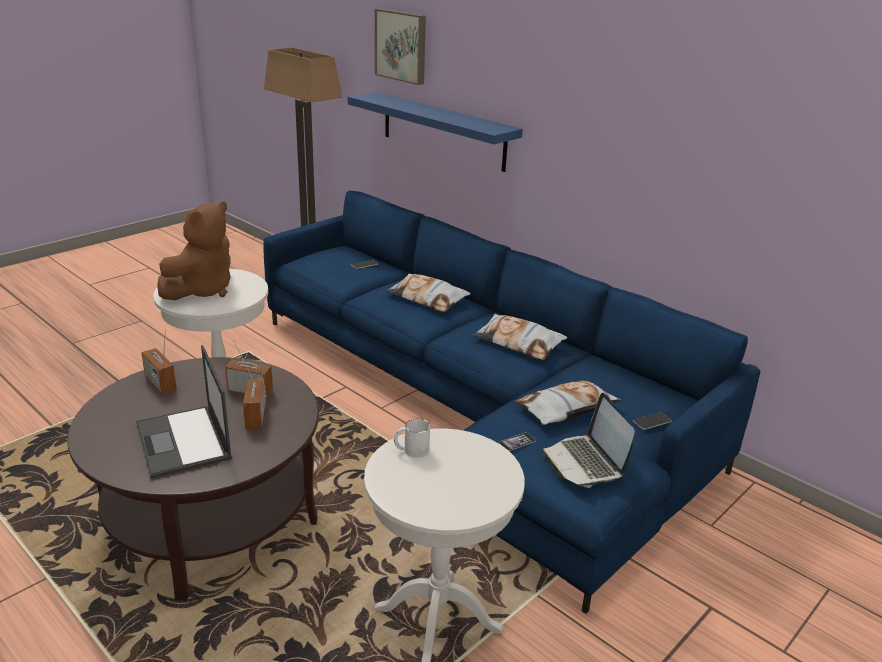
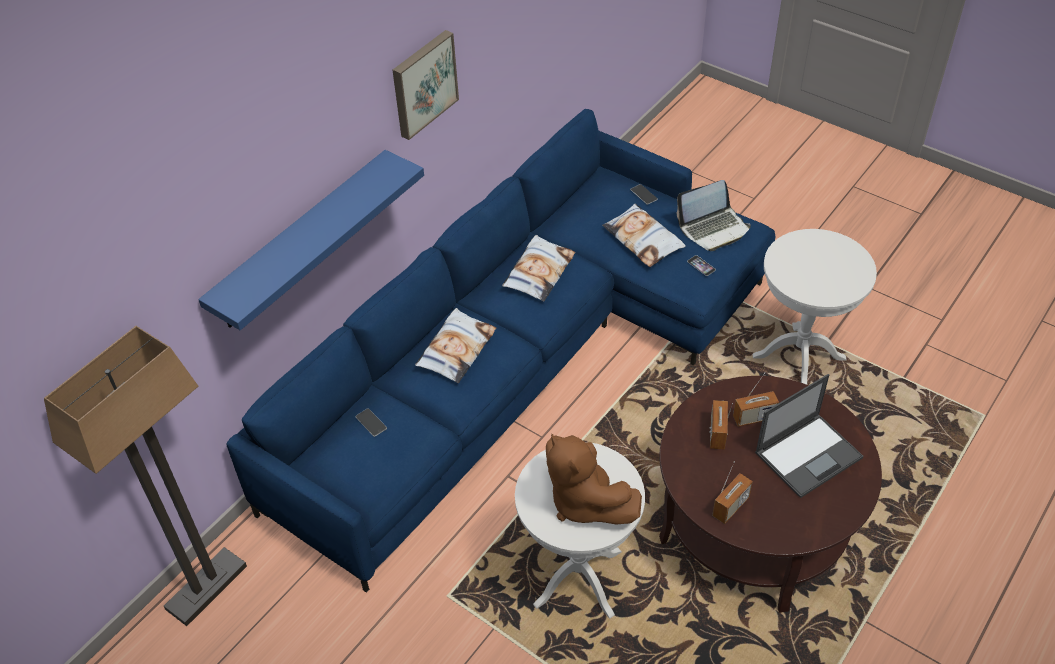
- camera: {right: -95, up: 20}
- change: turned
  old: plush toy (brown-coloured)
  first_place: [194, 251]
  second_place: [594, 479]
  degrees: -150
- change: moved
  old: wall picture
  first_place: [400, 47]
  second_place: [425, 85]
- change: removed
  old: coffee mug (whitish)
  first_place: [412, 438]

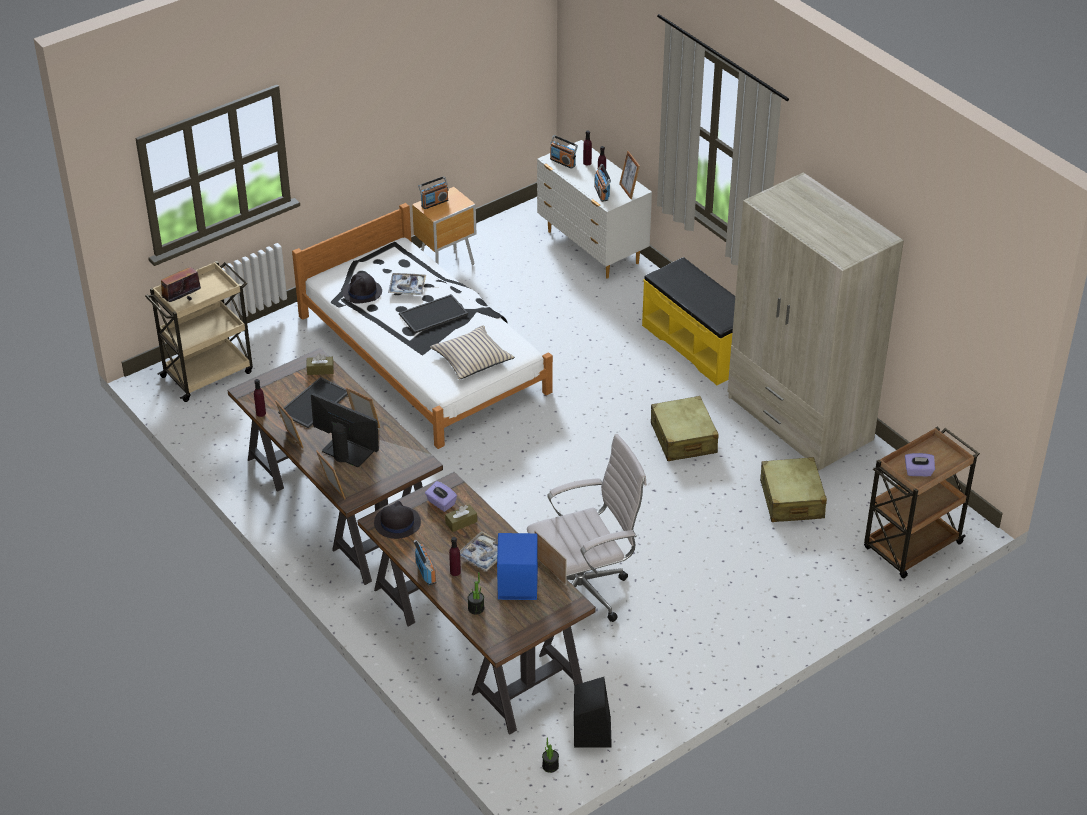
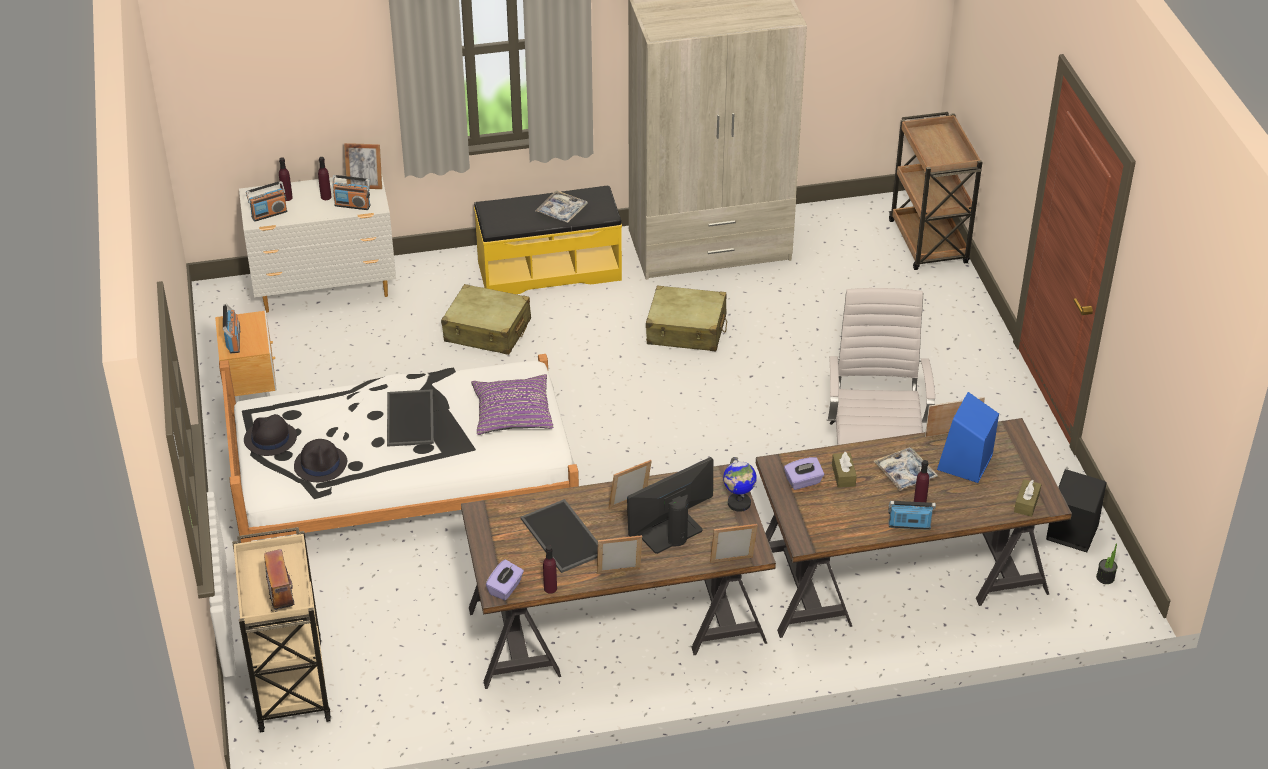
- camera: {right: -65, up: 0}
- change: moved
  old: tissue holder (brown-coloured)
  first_place: [320, 364]
  second_place: [1027, 498]
- change: moved
  old: clothing hat (blackish)
  first_place: [397, 520]
  second_place: [270, 435]
- change: moved
  old: carrying tray
  first_place: [407, 284]
  second_place: [562, 206]
- change: recoloured
  old: throw pillow (beige-coloured)
  new: throw pillow (purple-coloured)
  first_place: [472, 352]
  second_place: [512, 404]
- change: removed
  old: houseplant
  first_place: [476, 593]
- change: moved
  old: suitcase (beige-coloured)
  first_place: [793, 489]
  second_place: [486, 319]
- change: moved
  old: tissue holder (purple-coloured)
  first_place: [920, 464]
  second_place: [505, 579]
- change: added
  new: desk globe
  second_place: [740, 484]

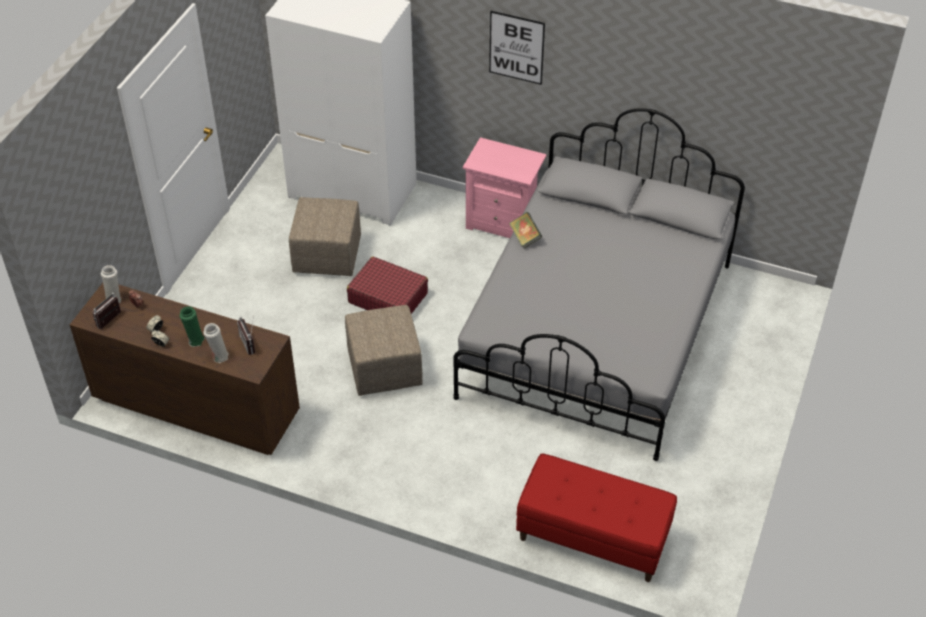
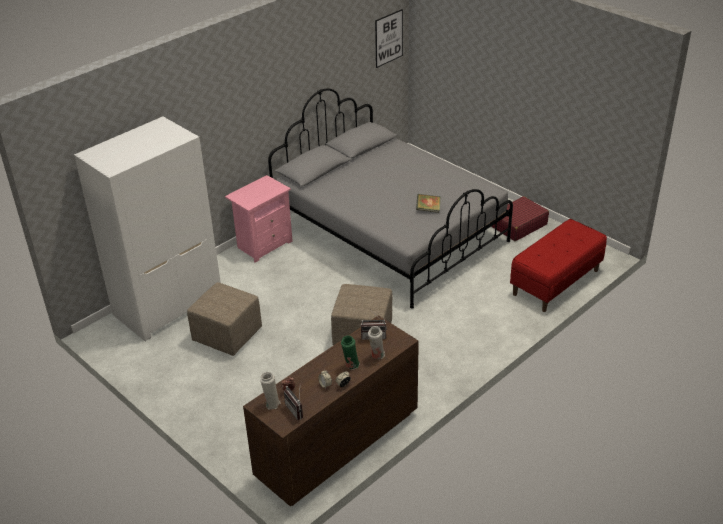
- camera: {right: -65, up: -10}
- change: moved
  old: suitcase (red)
  first_place: [387, 285]
  second_place: [520, 218]
- change: moved
  old: wall picture
  first_place: [517, 48]
  second_place: [389, 38]
- change: moved
  old: bound book
  first_place: [525, 230]
  second_place: [428, 203]

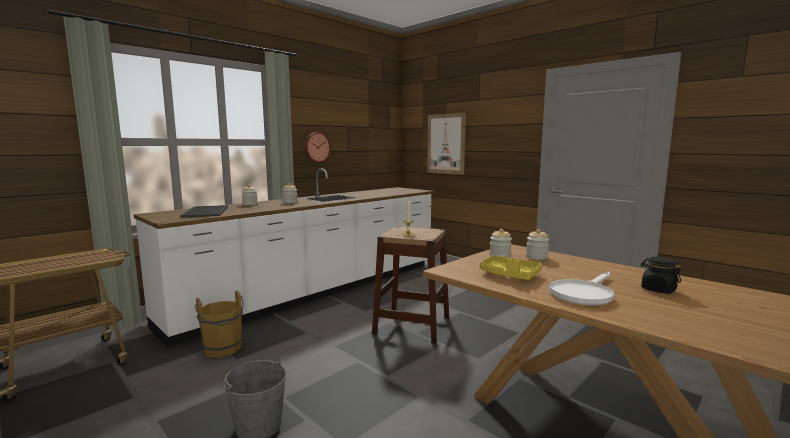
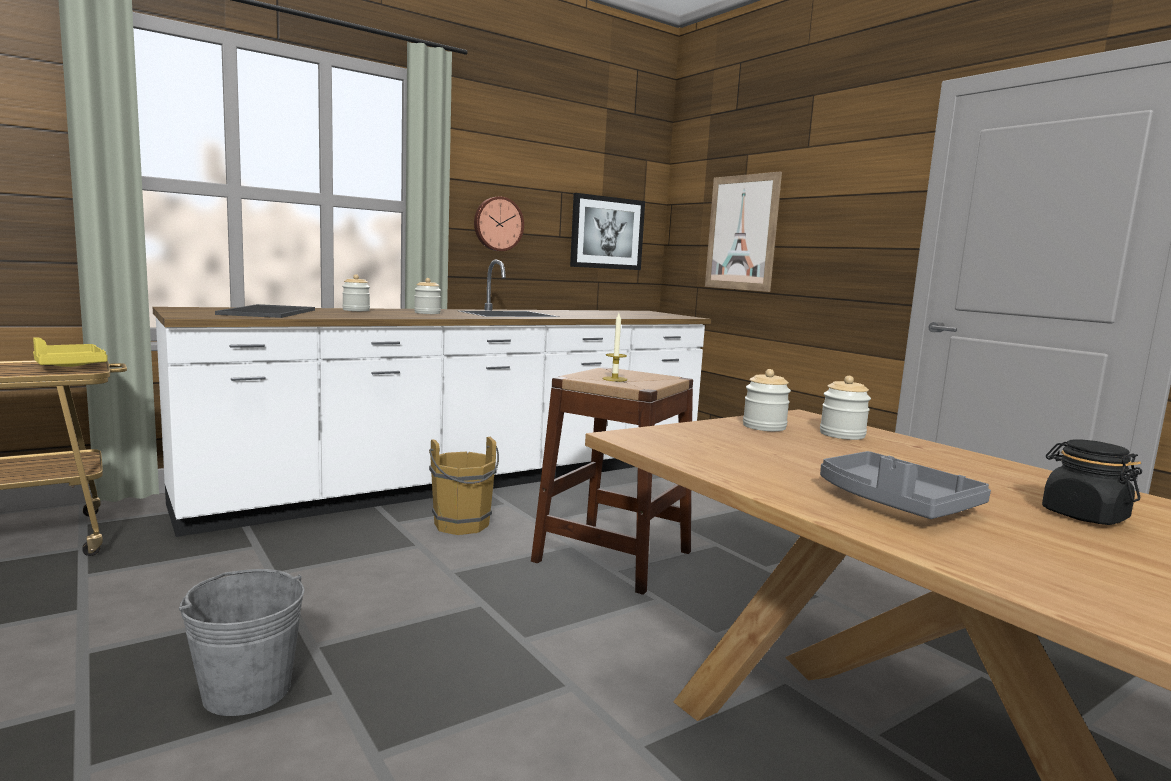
- camera: {right: 10, up: 0}
- change: moved
  old: water bucket (brown-coloured)
  first_place: [219, 324]
  second_place: [464, 486]
- change: moved
  old: carrying tray (yellow)
  first_place: [511, 267]
  second_place: [70, 352]
- change: replaced
  old: skillet (whitish)
  new: carrying tray (greyish)
  first_place: [581, 288]
  second_place: [905, 485]
- change: added
  new: wall picture
  second_place: [607, 231]

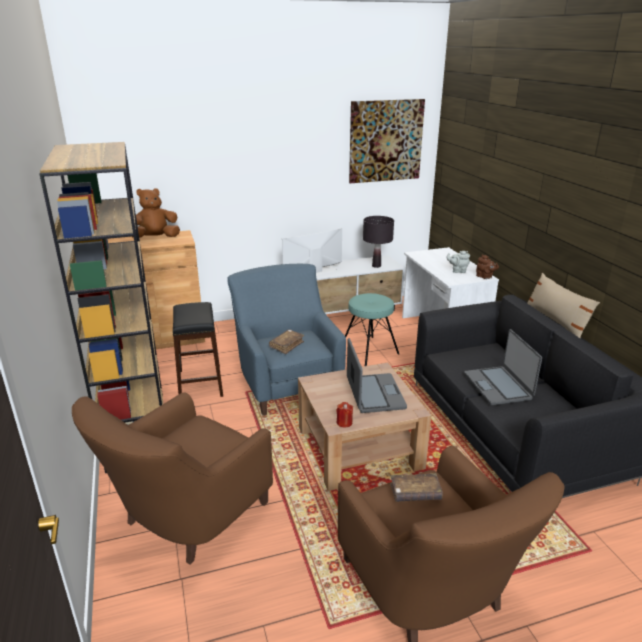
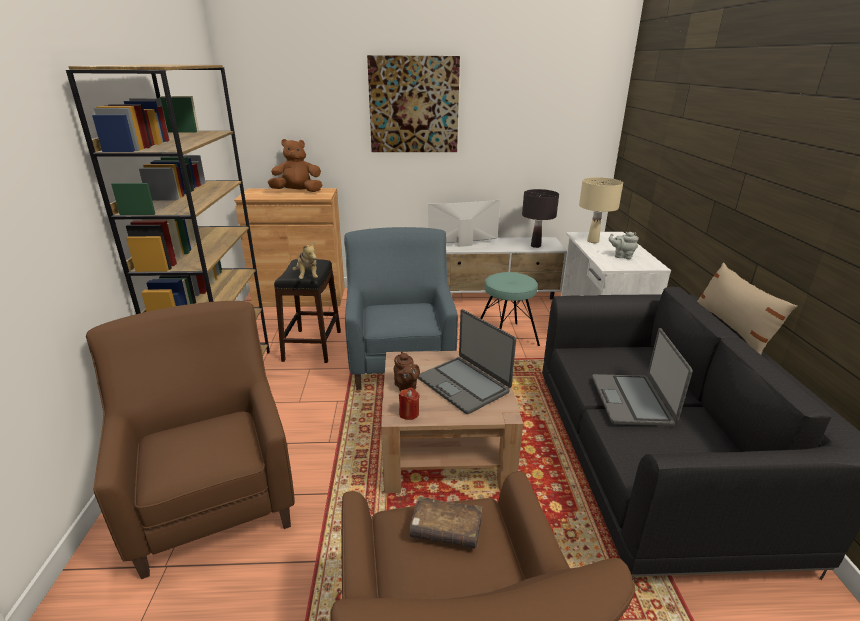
- camera: {right: 15, up: 0}
- change: turned
  old: easy chair (brown-coloured)
  first_place: [172, 478]
  second_place: [190, 440]
  degrees: 105
- change: removed
  old: bound book (brown-coloured)
  first_place: [286, 341]
- change: turned
  old: notebook computer
  first_place: [377, 375]
  second_place: [467, 361]
  degrees: 135
- change: moved
  old: wall picture
  first_place: [387, 141]
  second_place: [413, 103]
- change: moved
  old: teapot (brown-coloured)
  first_place: [487, 266]
  second_place: [407, 371]
- change: added
  new: plush toy
  second_place: [305, 260]
- change: added
  new: lamp for a table (beige-coloured)
  second_place: [601, 210]

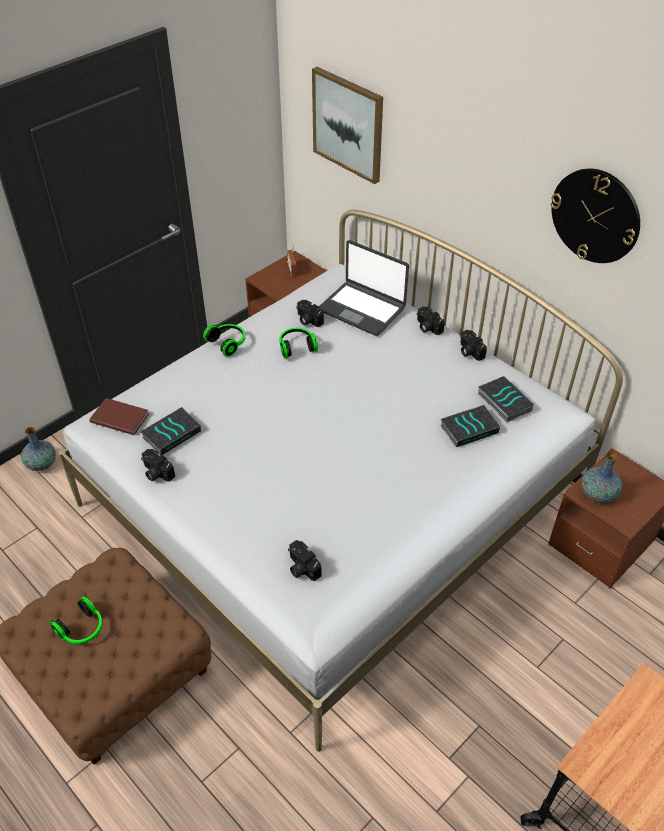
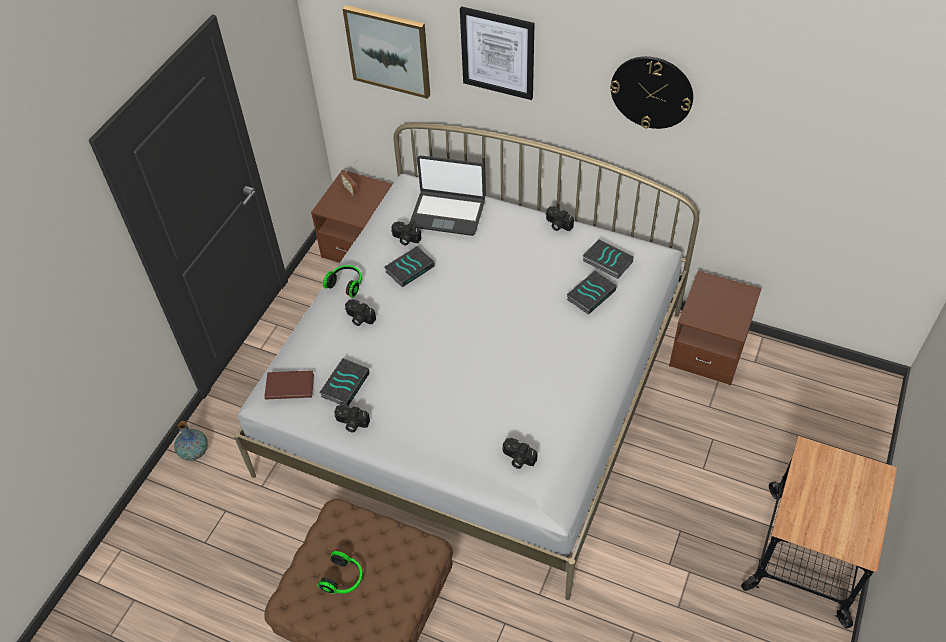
- camera: {right: -20, up: 5}
- change: replaced
  old: headset
  new: bound book
  first_place: [298, 343]
  second_place: [410, 266]
- change: moved
  old: photo camera
  first_place: [431, 320]
  second_place: [360, 312]
- change: removed
  old: flower vase
  first_place: [602, 477]
- change: added
  new: wall picture
  second_place: [497, 53]

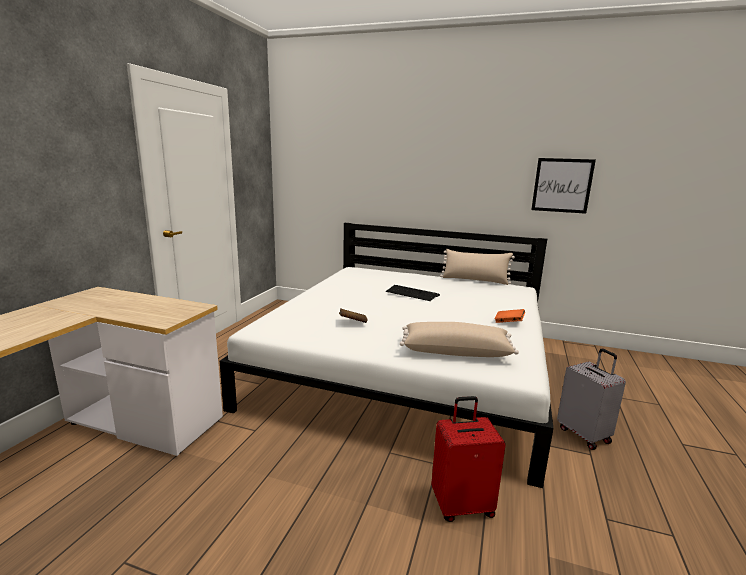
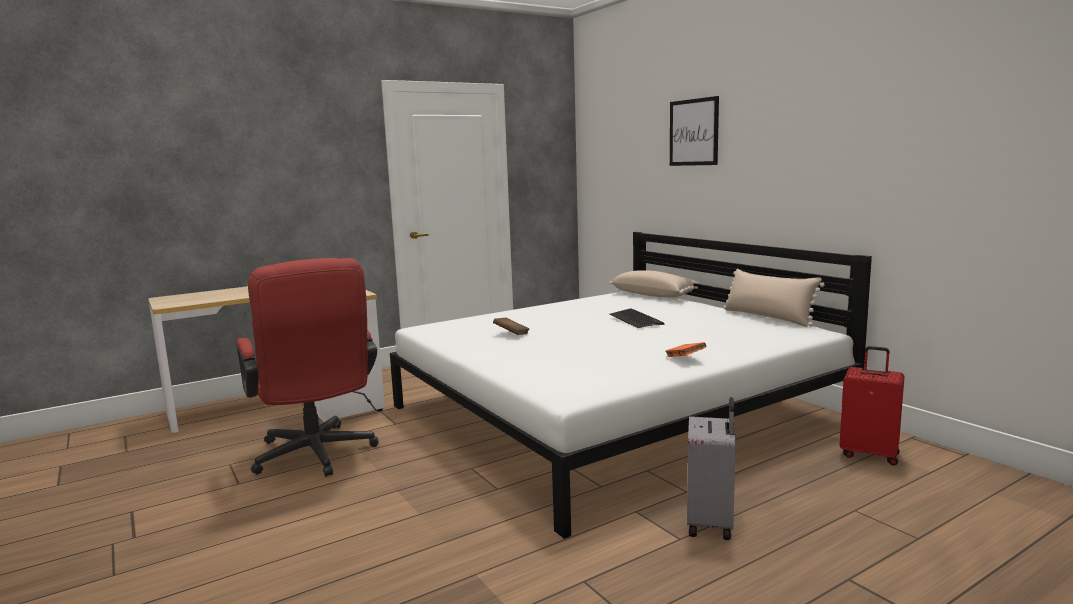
- camera: {right: 40, up: -5}
- change: moved
  old: throw pillow (beige-coloured)
  first_place: [459, 339]
  second_place: [655, 284]
- change: moved
  old: suitcase (red)
  first_place: [468, 459]
  second_place: [872, 406]
- change: moved
  old: wall picture
  first_place: [563, 186]
  second_place: [694, 131]
- change: added
  new: computer chair (red)
  second_place: [307, 367]

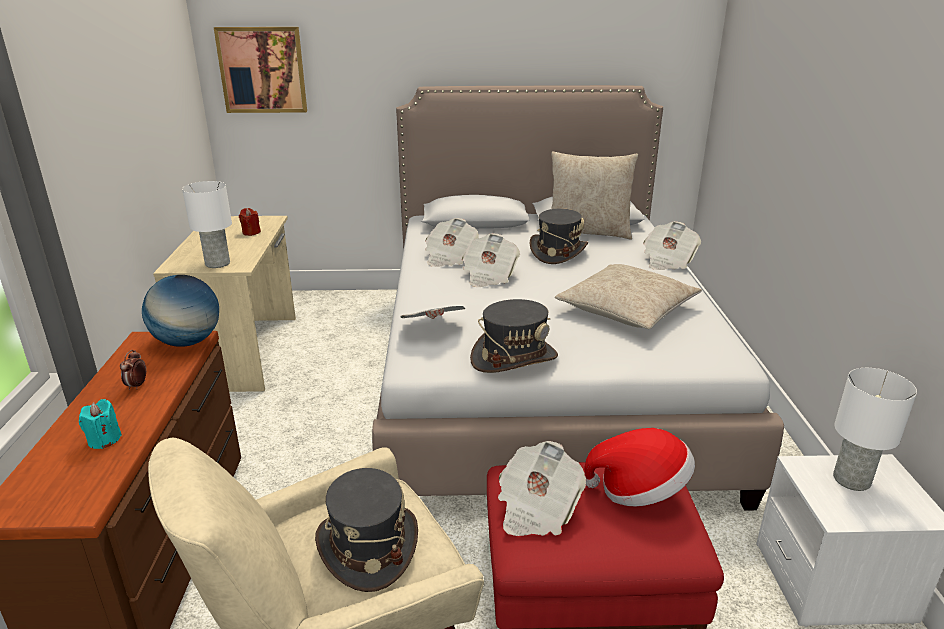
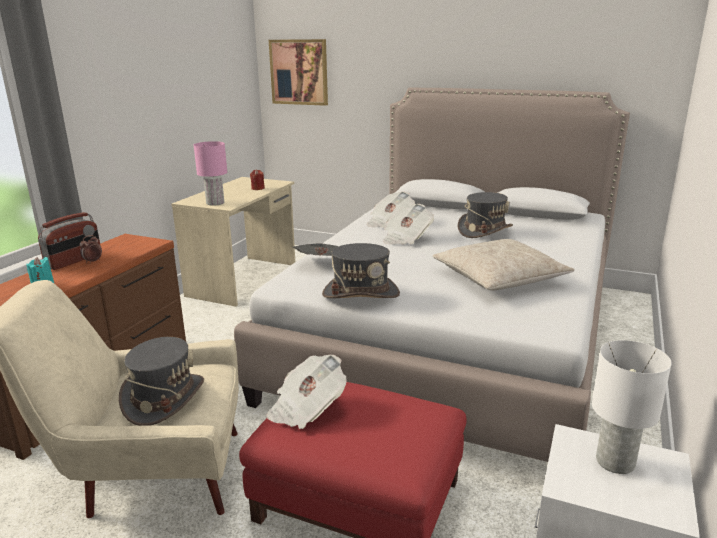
- camera: {right: 25, up: -5}
- change: removed
  old: desk globe
  first_place: [180, 311]
- change: recoloured
  old: lamp for a table (whitish)
  new: lamp for a table (pinkish)
  first_place: [207, 224]
  second_place: [210, 173]
- change: removed
  old: throw pillow (beige-coloured)
  first_place: [594, 196]
- change: removed
  old: clothing hat
  first_place: [639, 467]
- change: removed
  old: newspaper
  first_place: [672, 245]
- change: added
  new: radio
  second_place: [69, 241]

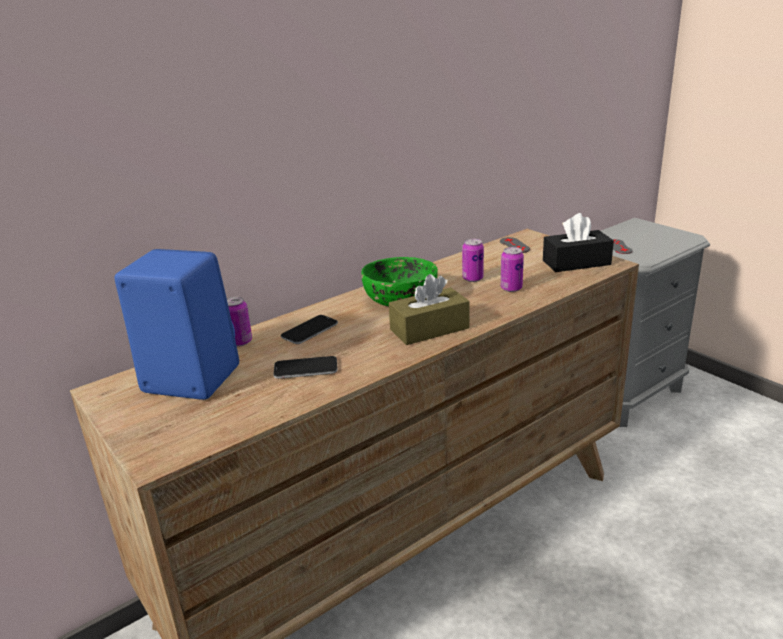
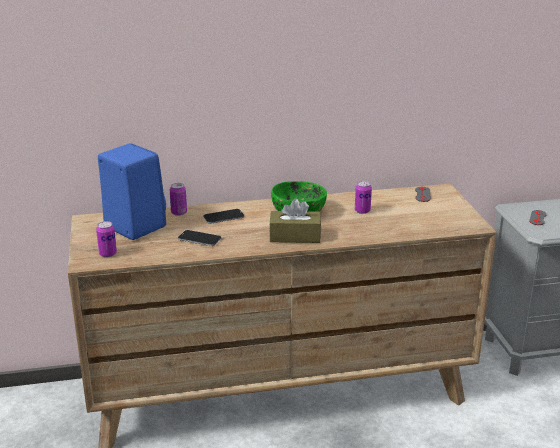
- camera: {right: 25, up: 0}
- change: moved
  old: sealed can
  first_place: [512, 269]
  second_place: [106, 239]
- change: removed
  old: tissue holder (blackish)
  first_place: [578, 242]

